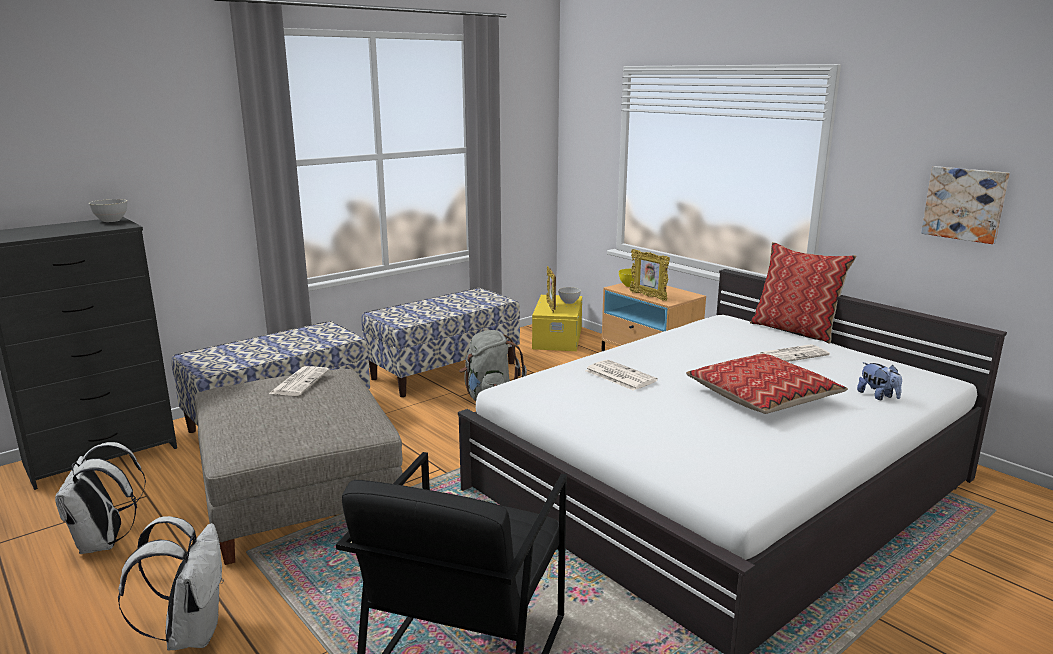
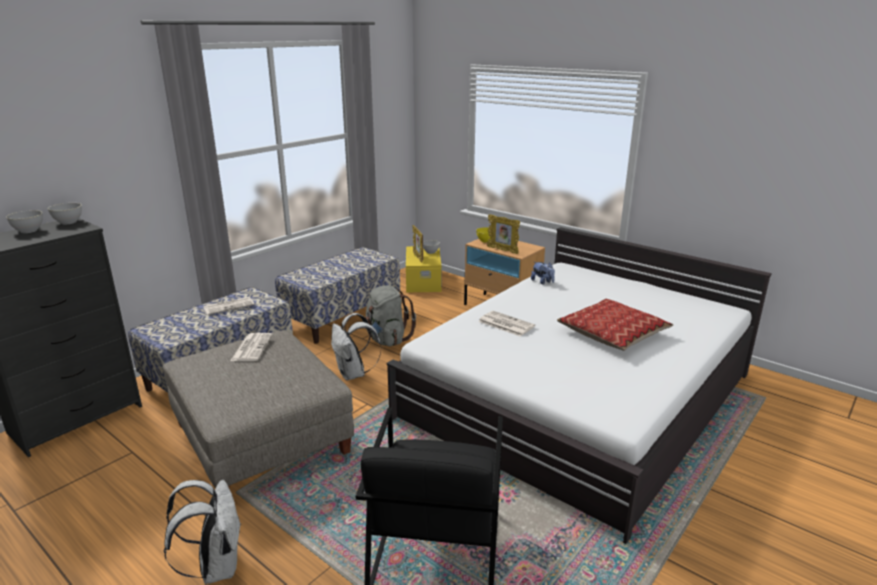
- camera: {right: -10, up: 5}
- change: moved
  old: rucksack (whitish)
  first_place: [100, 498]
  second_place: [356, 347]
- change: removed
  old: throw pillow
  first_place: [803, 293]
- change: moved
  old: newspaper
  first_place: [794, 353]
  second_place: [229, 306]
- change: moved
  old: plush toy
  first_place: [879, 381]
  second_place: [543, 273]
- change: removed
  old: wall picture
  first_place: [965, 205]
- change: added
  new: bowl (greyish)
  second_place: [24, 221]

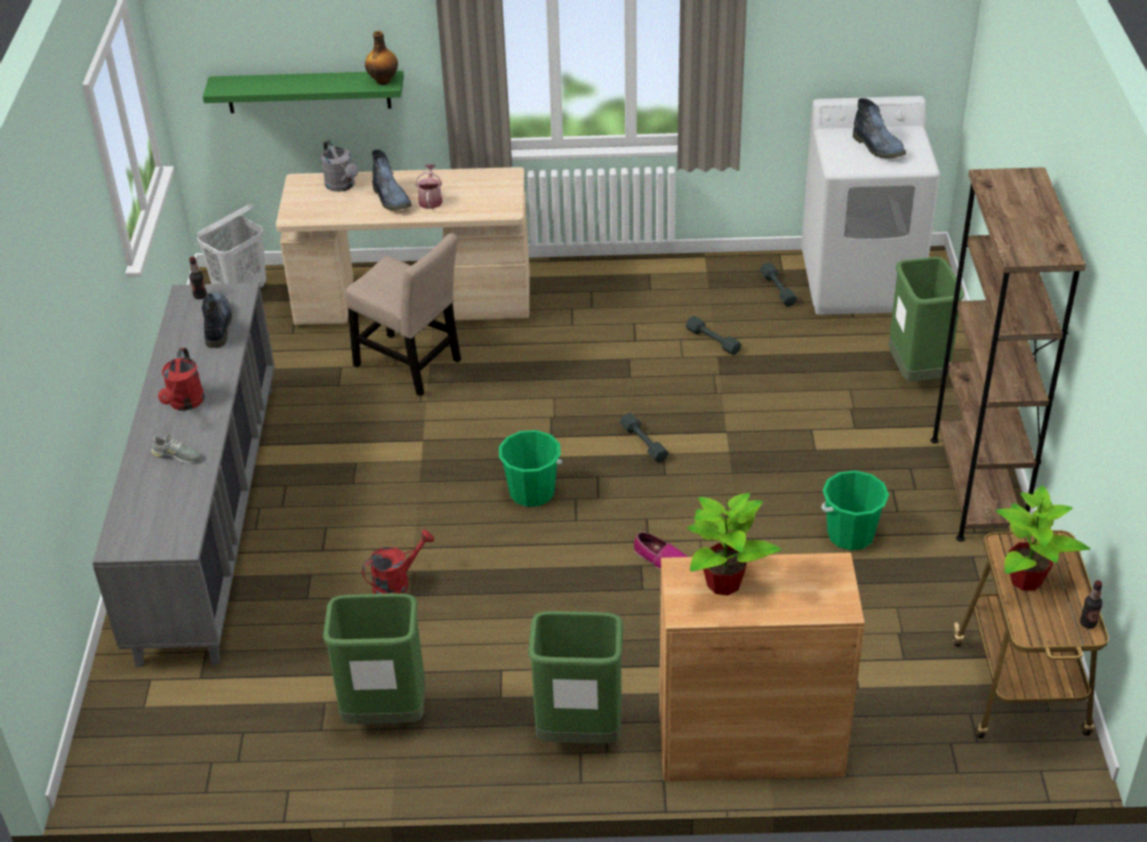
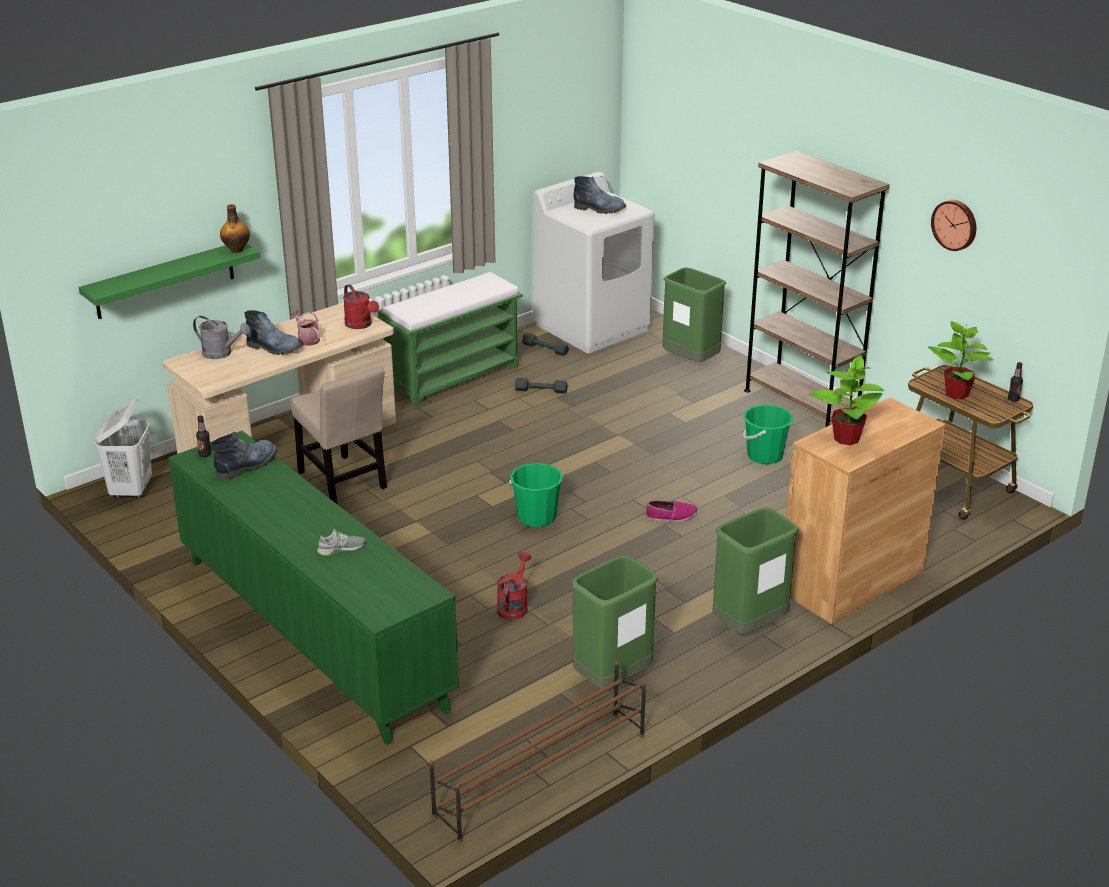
- camera: {right: -40, up: -10}
- change: recoloured
  old: cabinet (greyish)
  new: cabinet (greenish)
  first_place: [183, 475]
  second_place: [314, 588]
- change: moved
  old: watering can (red)
  first_place: [181, 379]
  second_place: [361, 306]
- change: turned
  old: high-top boot
  first_place: [217, 320]
  second_place: [245, 456]
  degrees: 90
- change: turned
  old: upright chair (beige-coloured)
  first_place: [403, 314]
  second_place: [339, 435]
  degrees: 60
- change: removed
  old: free weight (greyish)
  first_place: [644, 438]
- change: added
  new: indoor bench (greenish)
  second_place: [450, 339]
- change: added
  new: shoe shelf (brown-coloured)
  second_place: [537, 752]
- change: added
  new: wall clock
  second_place: [953, 225]

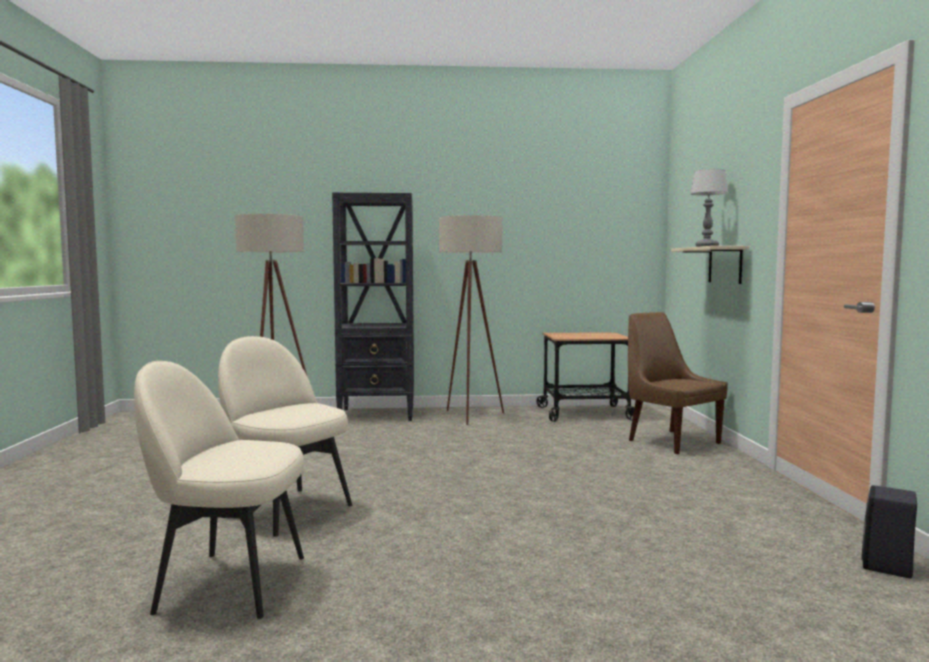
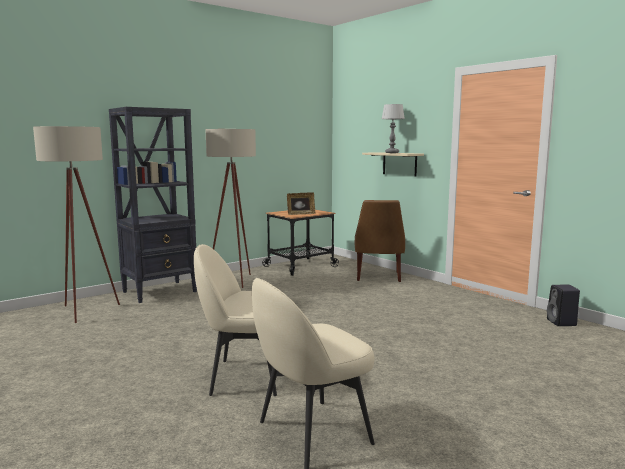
- camera: {right: -35, up: 5}
- change: turned
  old: upright chair (brown-coloured)
  first_place: [678, 383]
  second_place: [380, 241]
  degrees: -105
- change: added
  new: standing frame
  second_place: [301, 203]

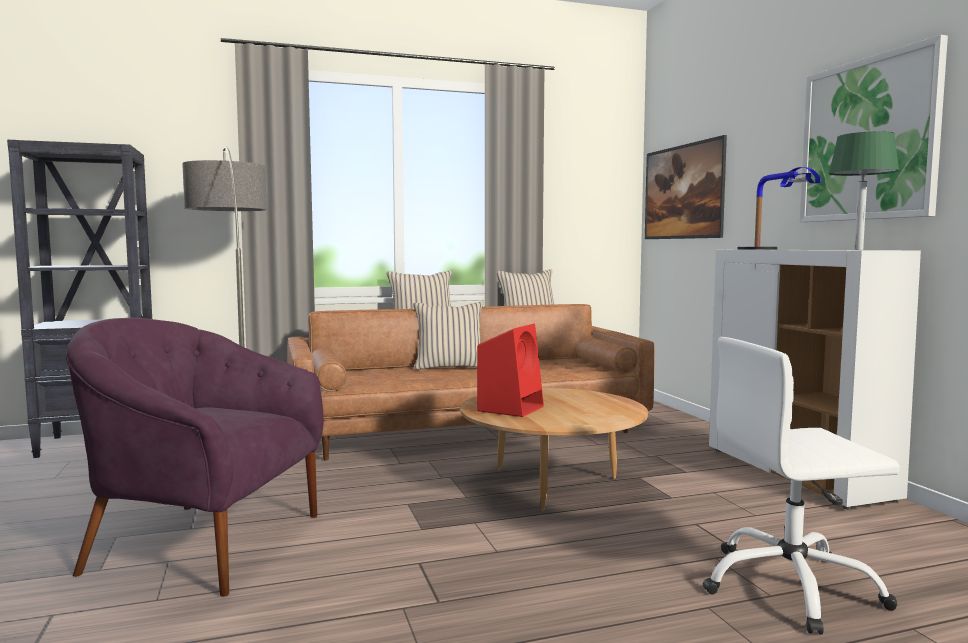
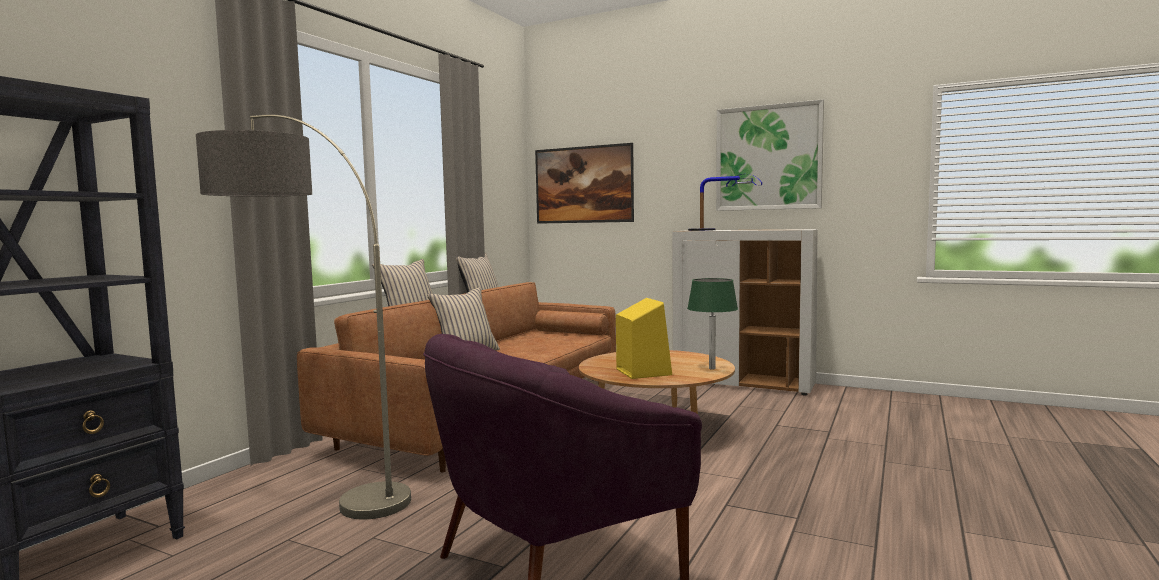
- camera: {right: -45, up: 0}
- change: recoloured
  old: loudspeaker (red)
  new: loudspeaker (yellow)
  first_place: [510, 370]
  second_place: [644, 338]
- change: removed
  old: computer chair (whitish)
  first_place: [801, 486]
- change: moved
  old: lamp for a table (greenish)
  first_place: [864, 190]
  second_place: [712, 324]

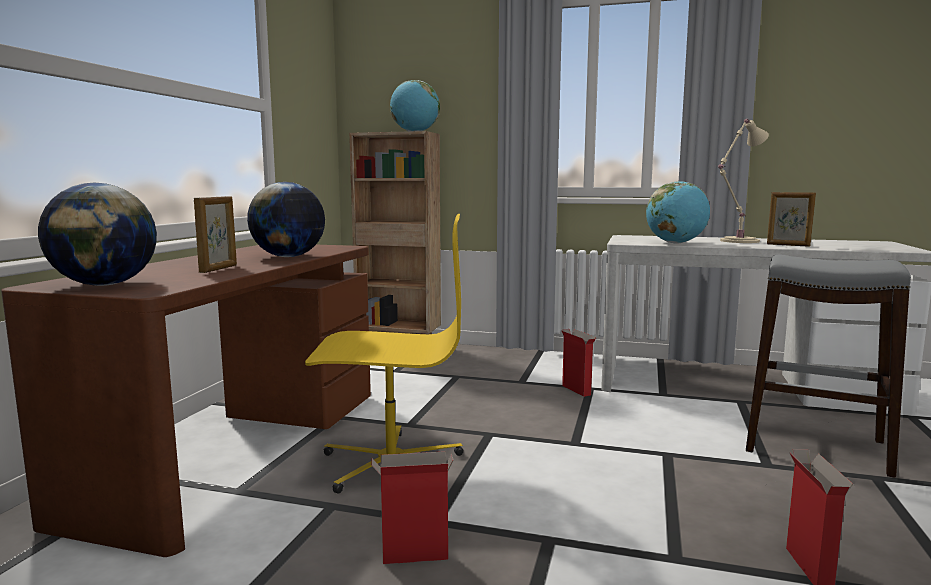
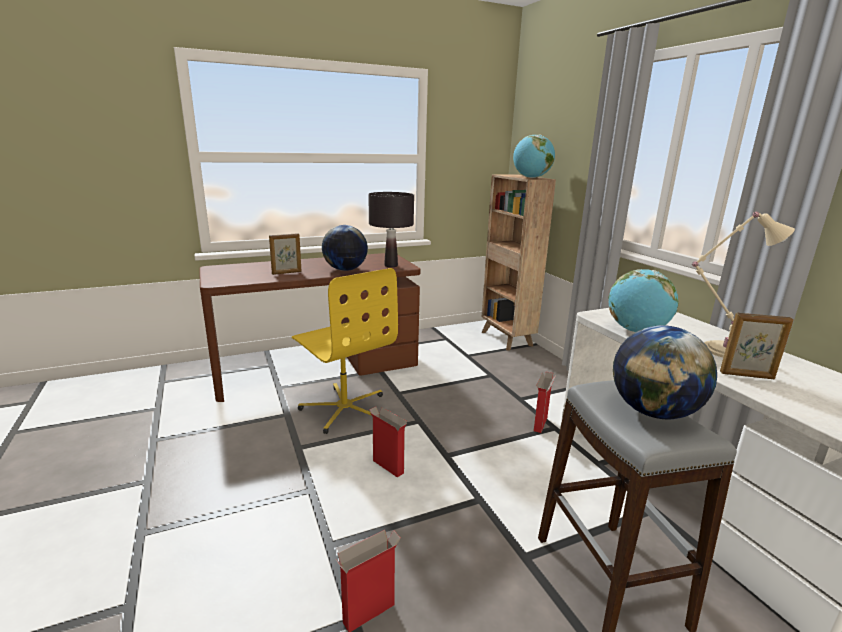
- camera: {right: 50, up: 10}
- change: moved
  old: desk globe
  first_place: [97, 234]
  second_place: [665, 372]
- change: moved
  old: packing box
  first_place: [412, 507]
  second_place: [388, 442]
- change: turned
  old: standing frame
  first_place: [791, 219]
  second_place: [757, 346]
  degrees: -75
- change: added
  new: lamp for a table (blackish)
  second_place: [391, 229]

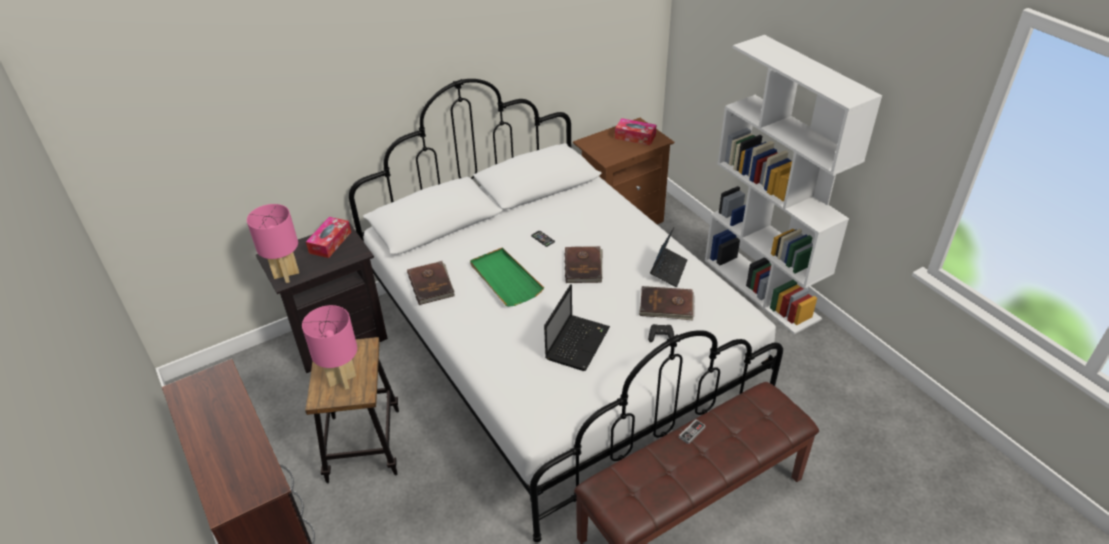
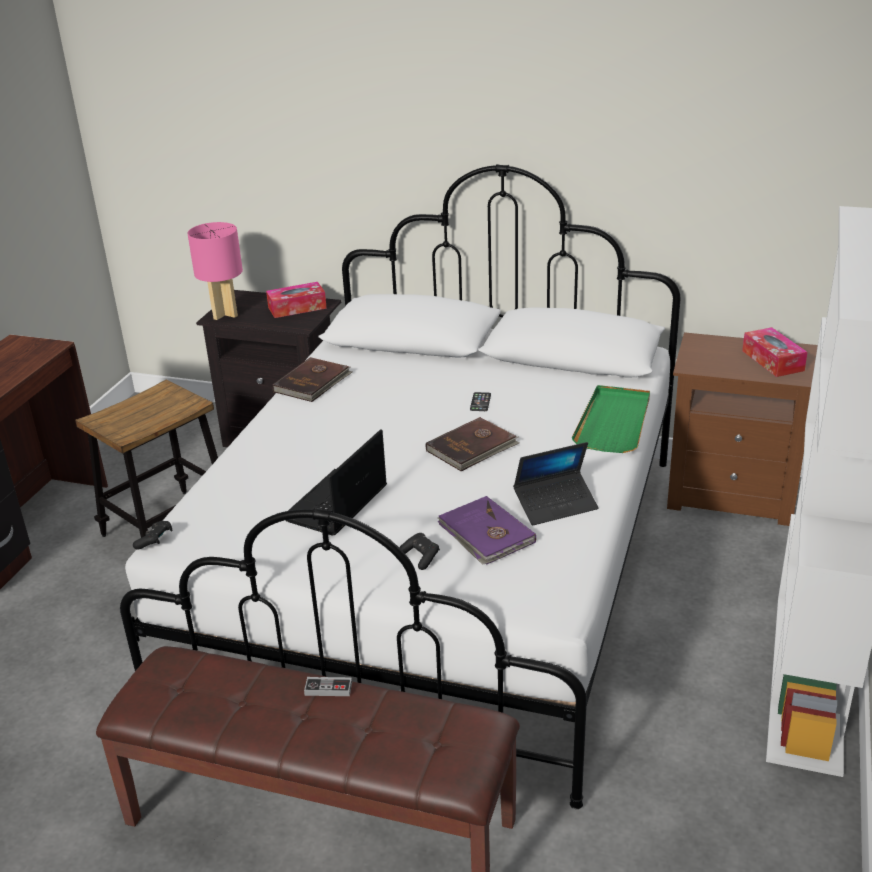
- camera: {right: 50, up: -10}
- change: removed
  old: lamp for a table (pinkish)
  first_place: [329, 347]
- change: moved
  old: carrying tray (greenish)
  first_place: [507, 277]
  second_place: [611, 419]
- change: turned
  old: notebook computer
  first_place: [577, 327]
  second_place: [336, 482]
  degrees: 135
- change: recoloured
  old: bound book (brown-coloured)
  new: bound book (purple-coloured)
  first_place: [667, 303]
  second_place: [487, 530]
- change: added
  new: joypad (blackish)
  second_place: [153, 535]

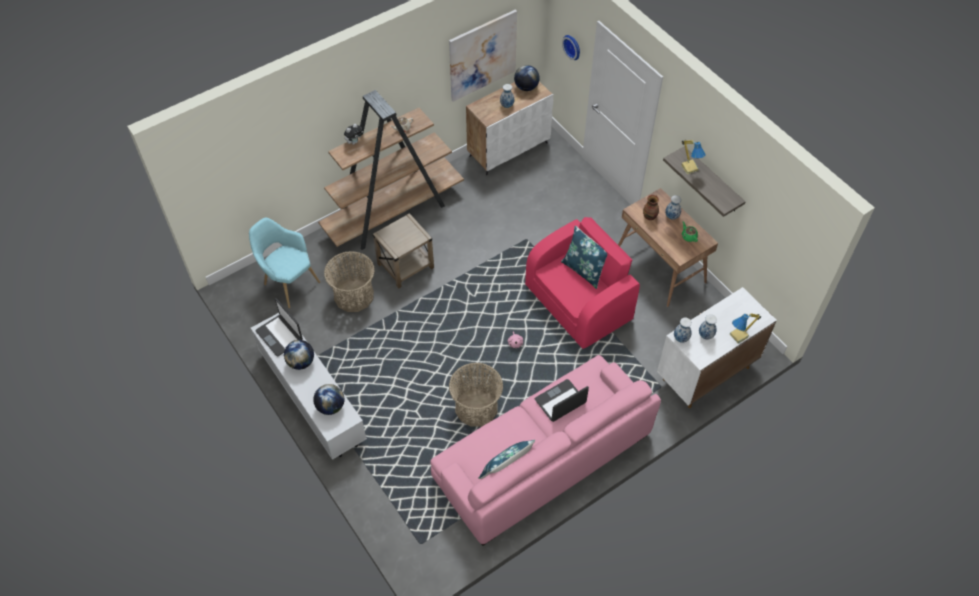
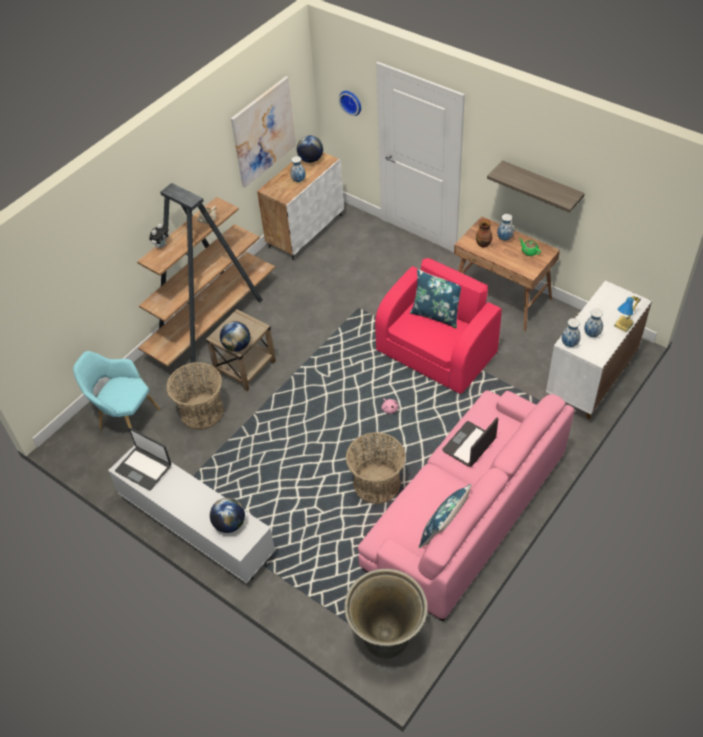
- camera: {right: -15, up: -5}
- change: moved
  old: desk globe
  first_place: [299, 355]
  second_place: [235, 336]
- change: removed
  old: lamp for a table
  first_place: [693, 157]
- change: added
  new: plant pot (greyish)
  second_place: [386, 613]

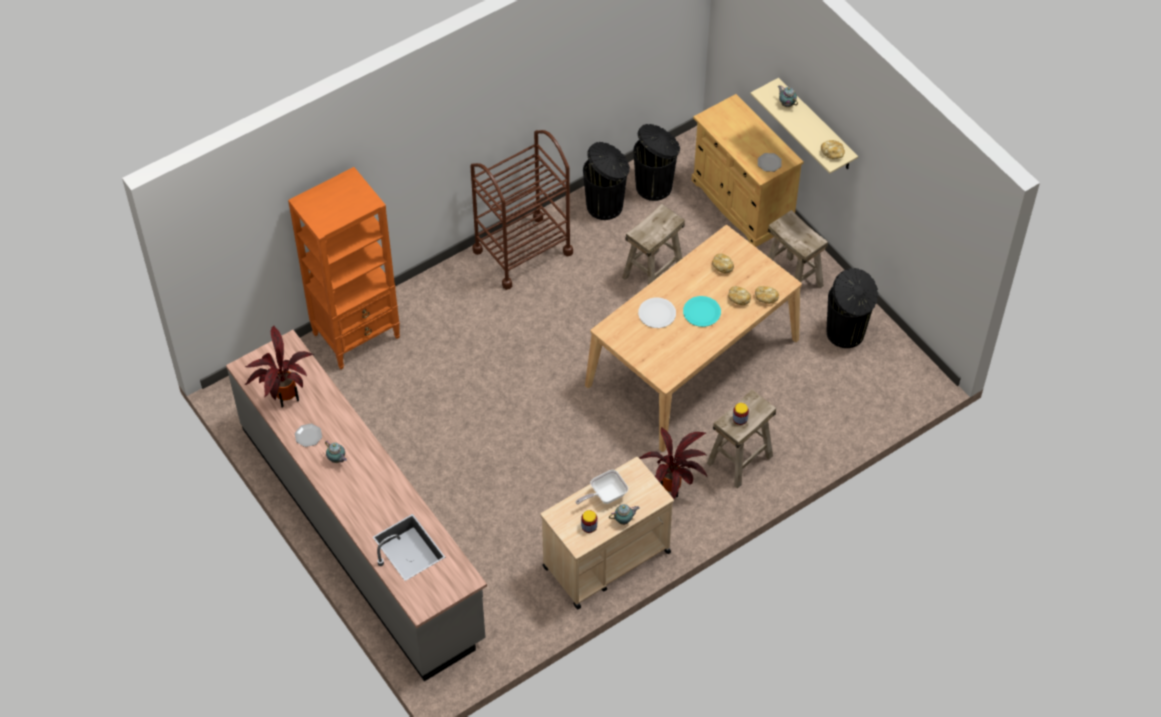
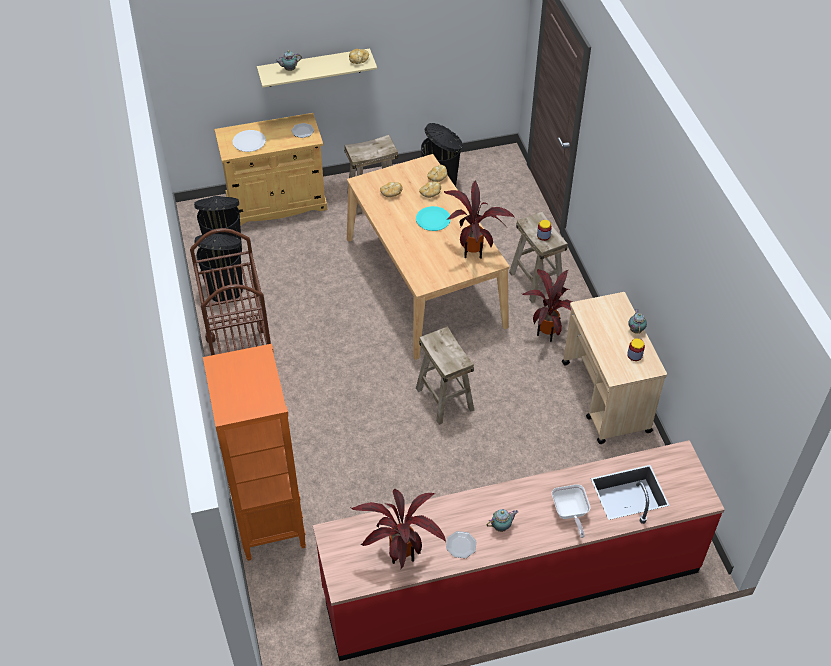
- camera: {right: -70, up: -5}
- change: recoloured
  old: kitchen base unit (greyish)
  new: kitchen base unit (red)
  first_place: [356, 506]
  second_place: [519, 550]
- change: moved
  old: skillet
  first_place: [602, 487]
  second_place: [571, 511]
- change: moved
  old: sitting stool (beige-coloured)
  first_place: [653, 244]
  second_place: [445, 375]
- change: moved
  old: flat dish (whitish)
  first_place: [657, 312]
  second_place: [249, 141]
- change: added
  new: houseplant
  second_place: [479, 219]

